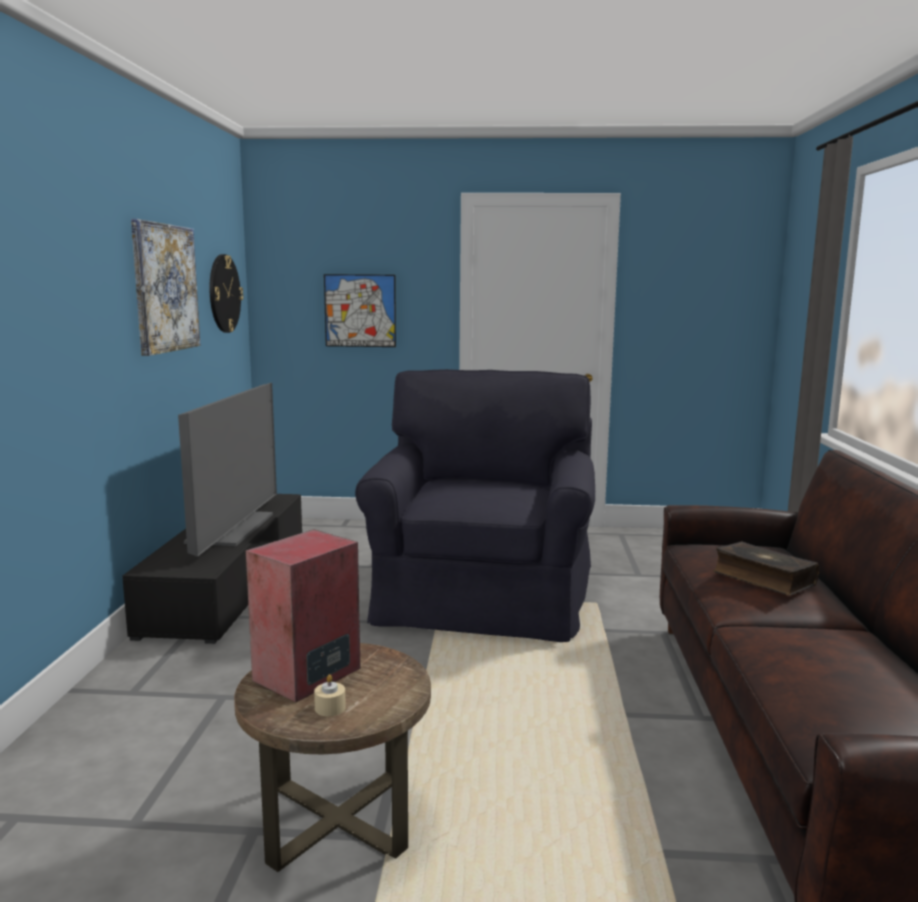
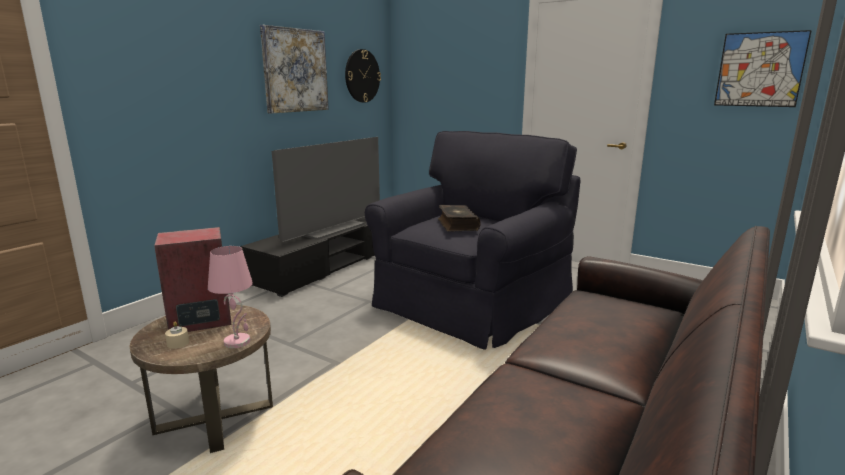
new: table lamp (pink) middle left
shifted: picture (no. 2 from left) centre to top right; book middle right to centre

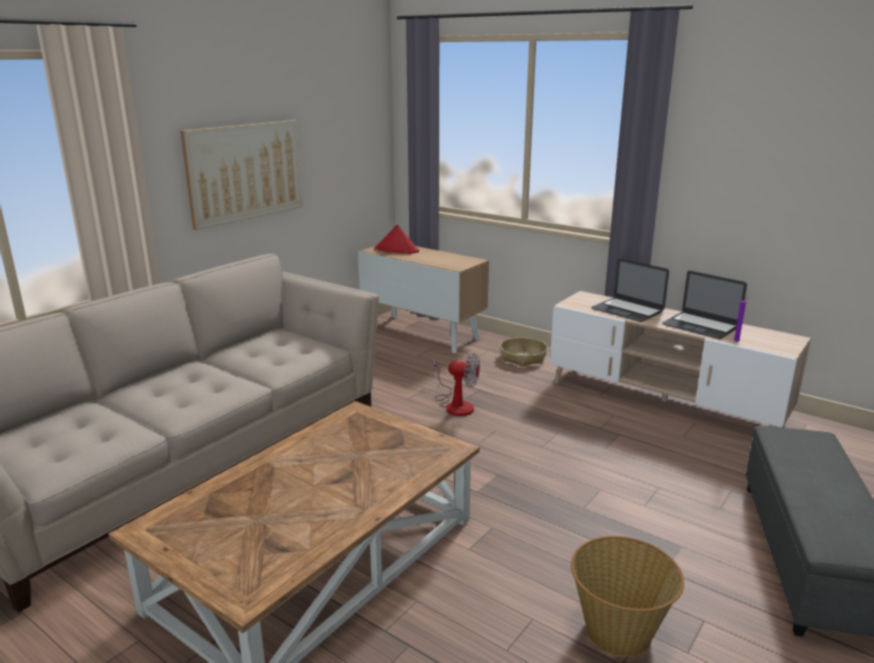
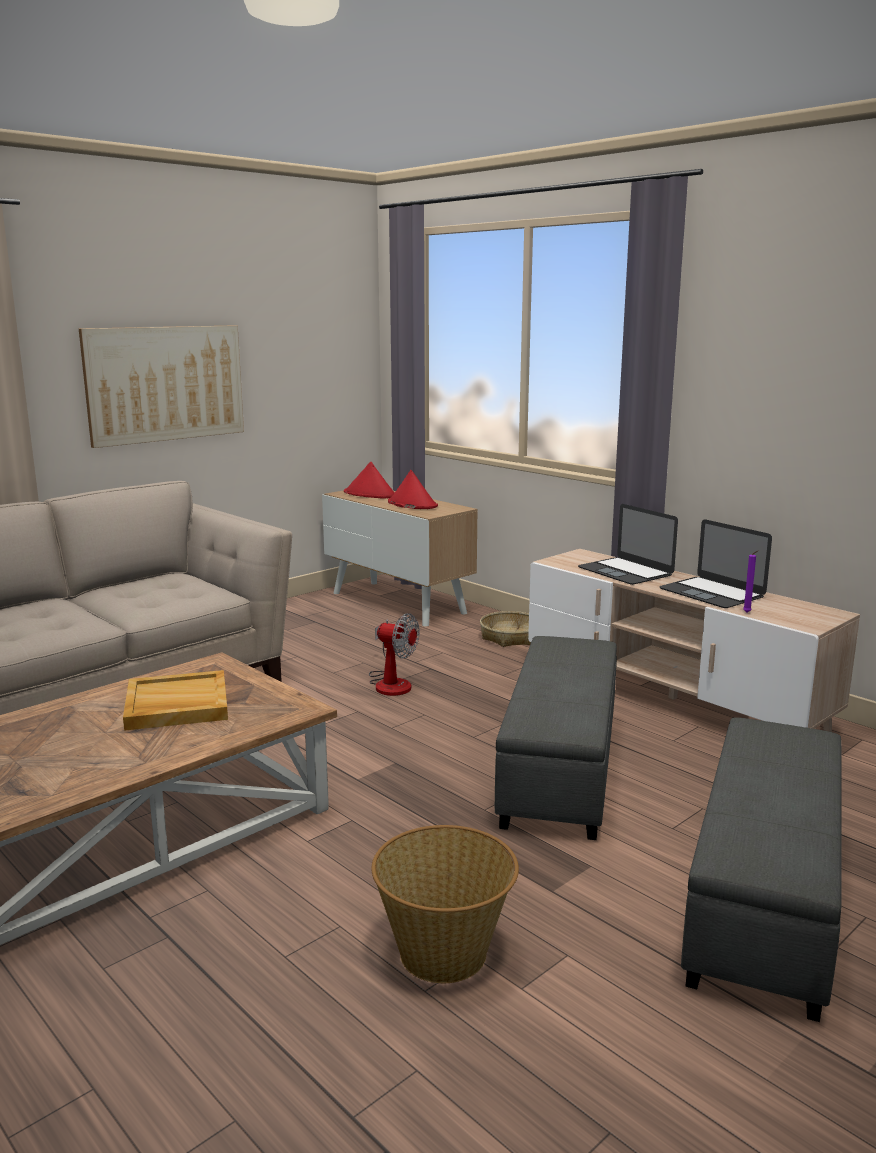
new: tray (beige) middle left; hat (red) (no. 2 from left) centre; ottoman (grey) (no. 1 from left) centre

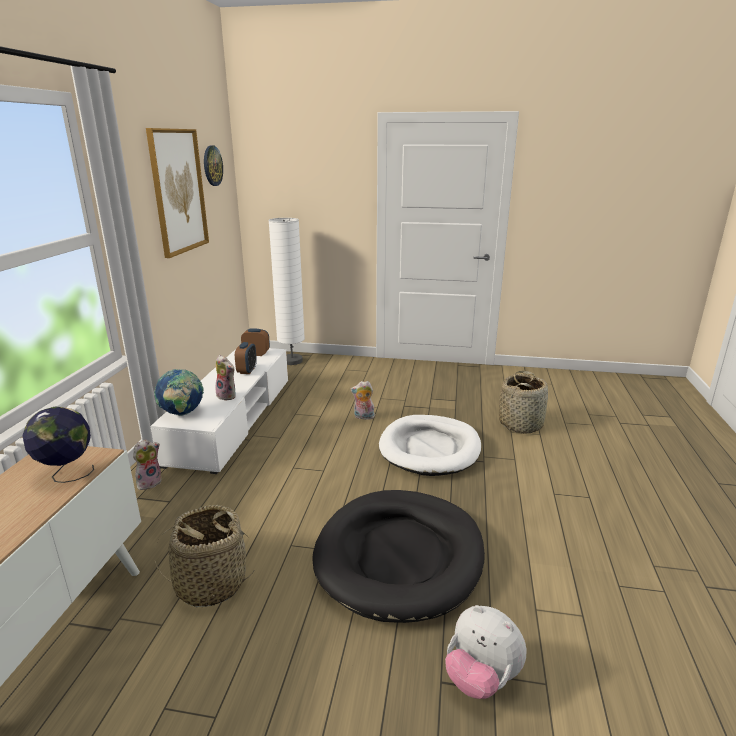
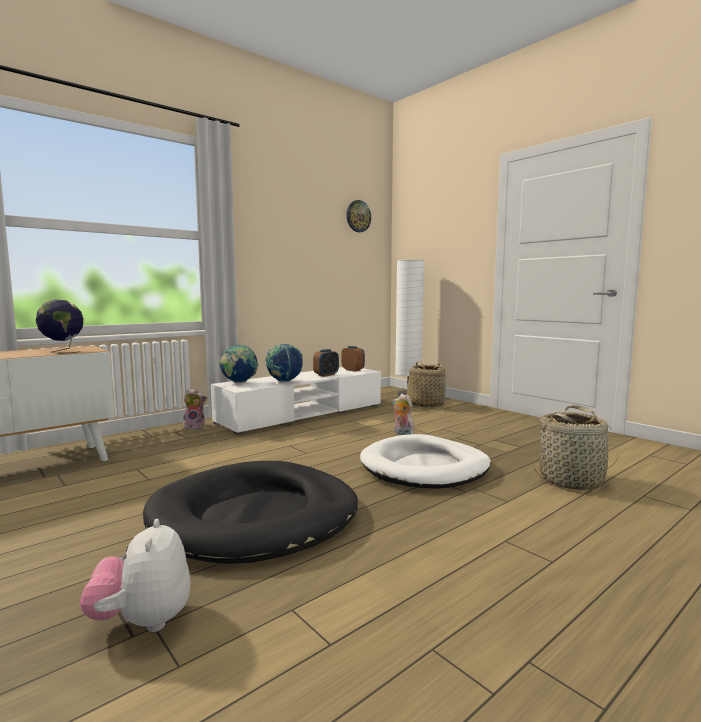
gone: picture top left
shifted: basket (no. 1 from left) bottom left to centre
swapped: plush toy (no. 2 from left) middle left to globe (no. 3 from left) centre

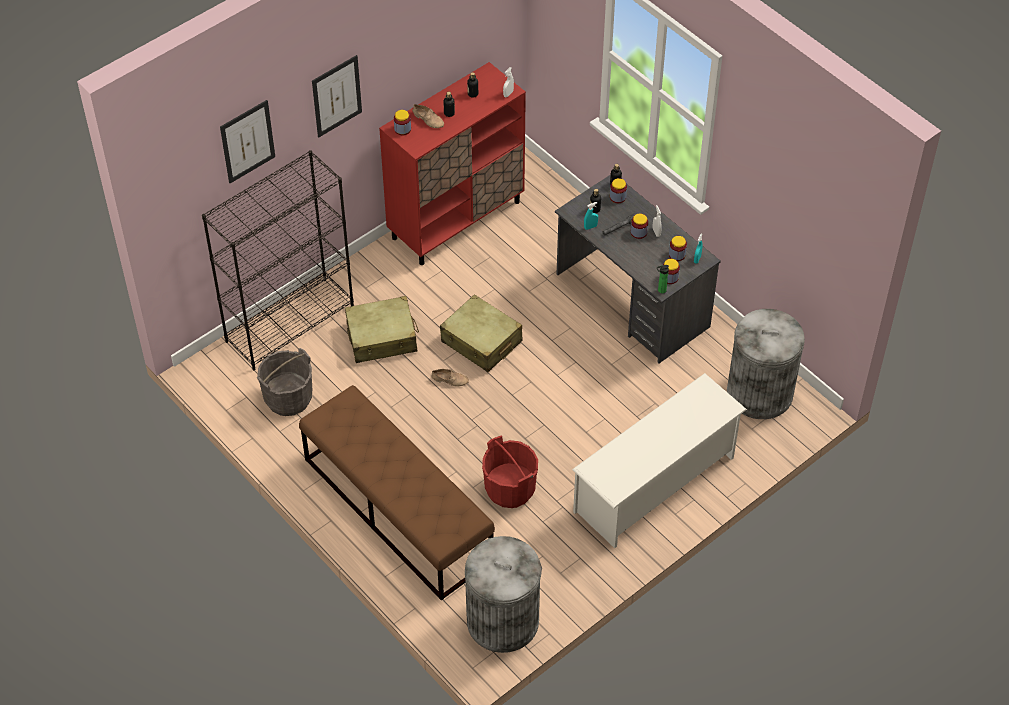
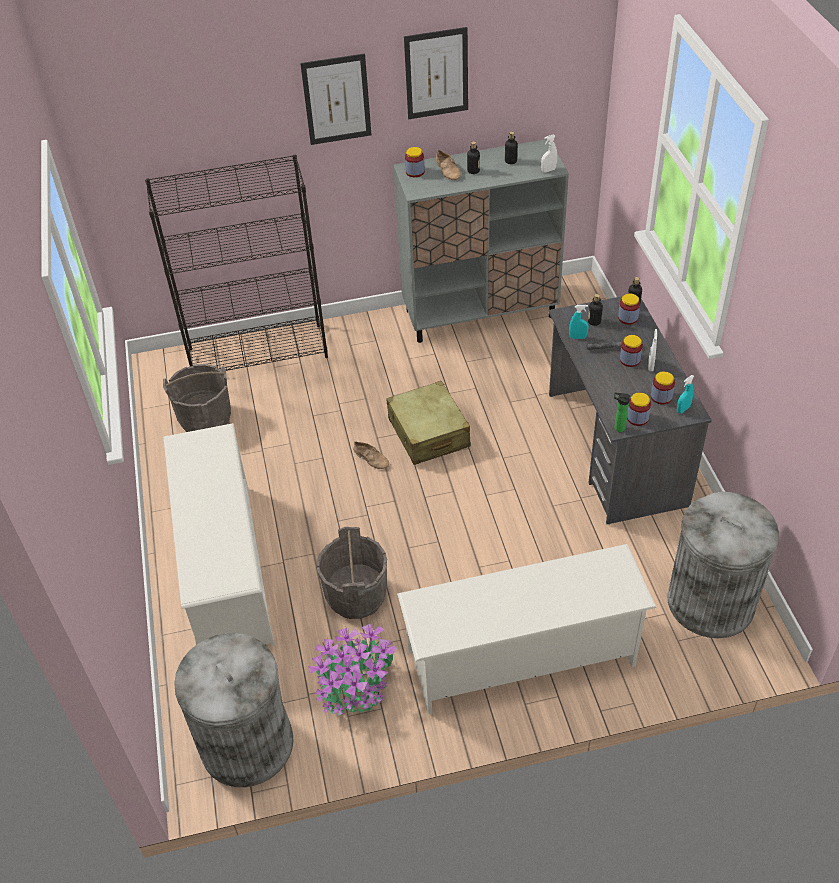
gone: suitcase (beige) (no. 1 from left) centre
new: potted plant bottom centre
shifted: picture (no. 1 from left in the first image) top left to picture (no. 2 from left) top centre
swapped: bench (brown) bottom centre to shoe rack (white) (no. 1 from left) middle left
repainted: cabinet (red) top centre to cabinet (grey) top centre; bucket (red) bottom centre to bucket (grey) (no. 2 from left) centre

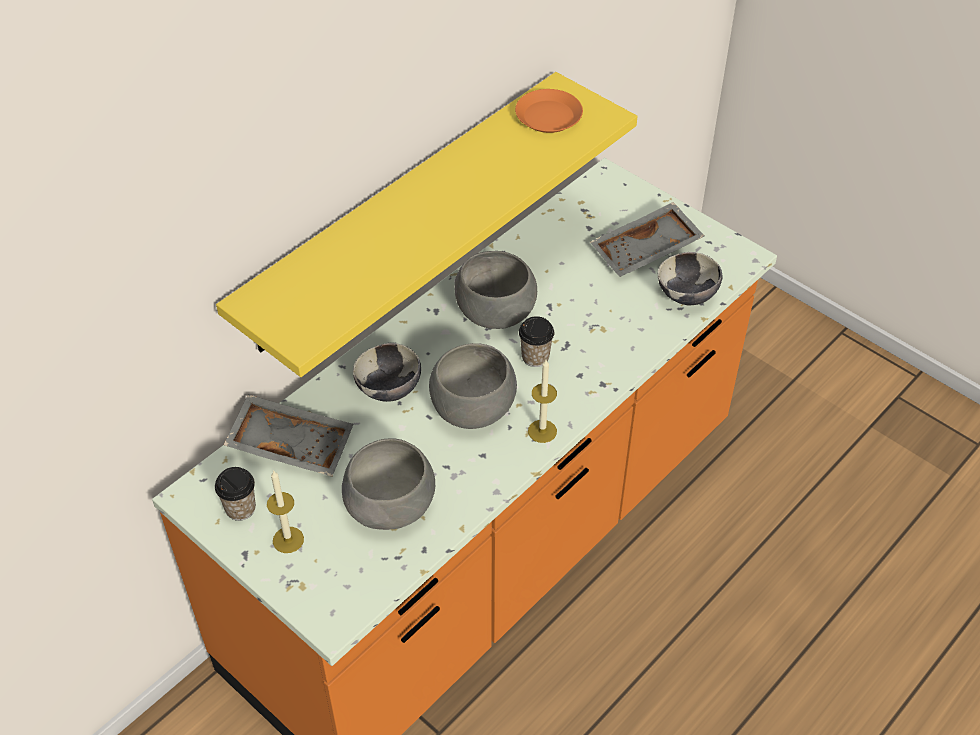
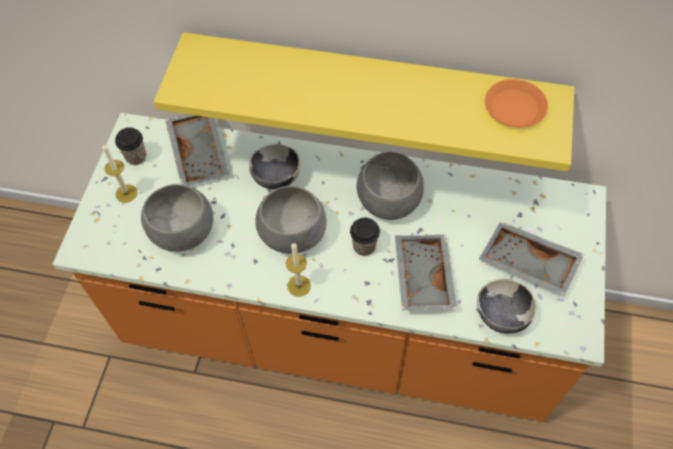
new: tray (grey) (no. 2 from left) centre

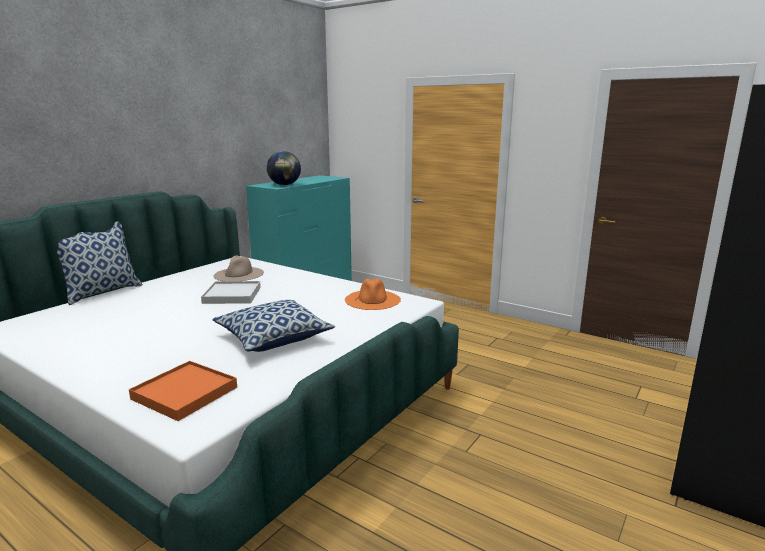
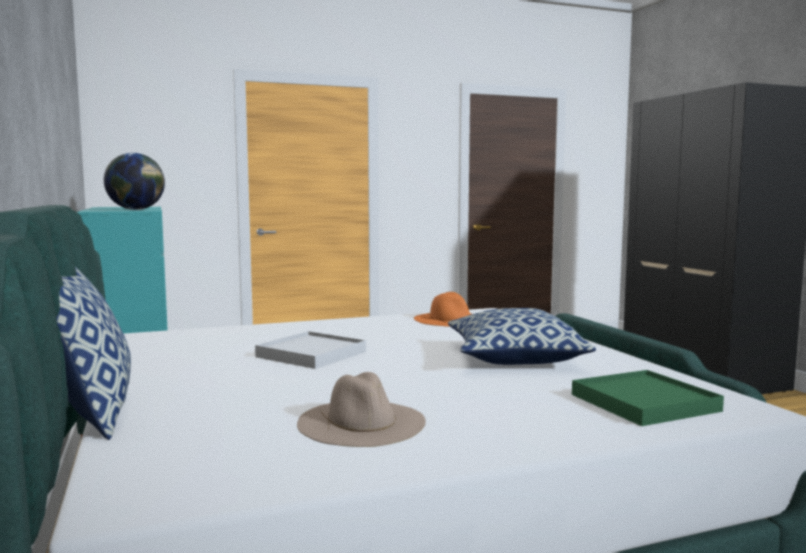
shifted: hat (beige) middle left to bottom centre
repainted: tray (orange) bottom left to tray (green) bottom right

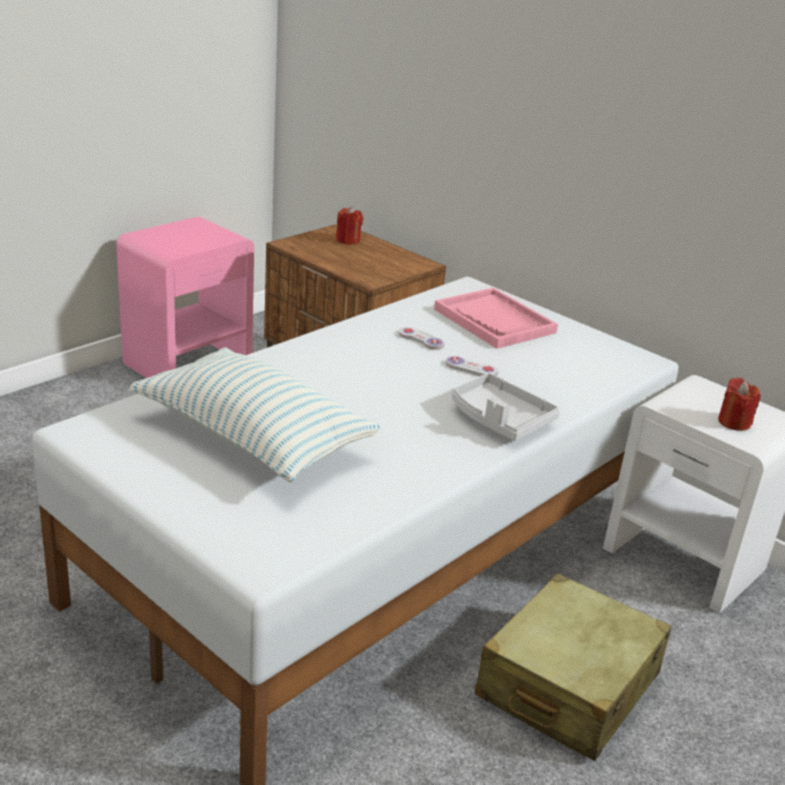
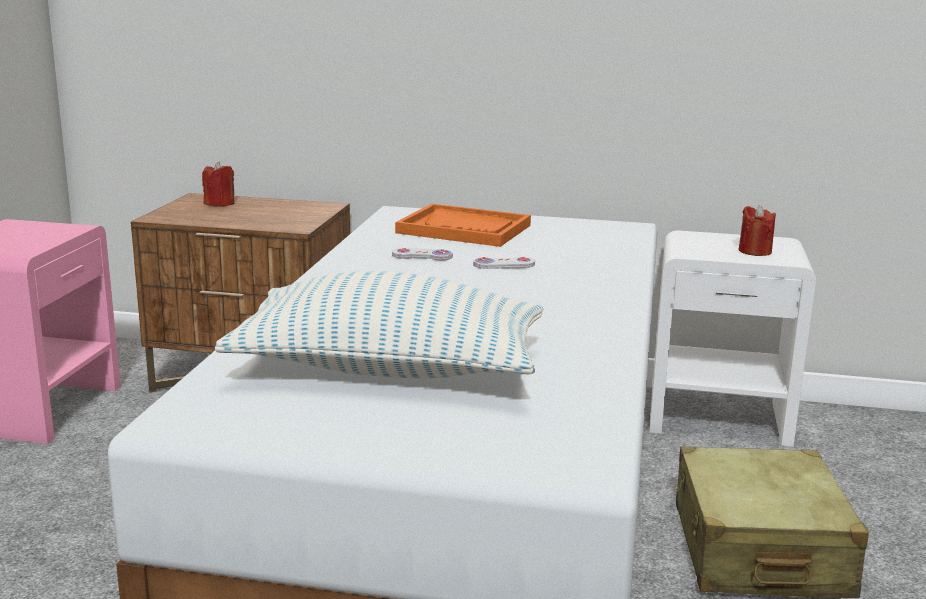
gone: tray (grey) centre
repainted: tray (pink) centre to tray (orange) centre

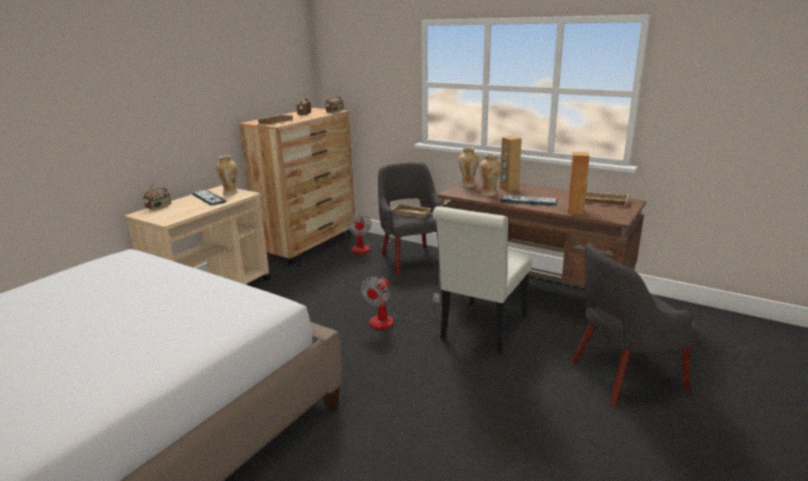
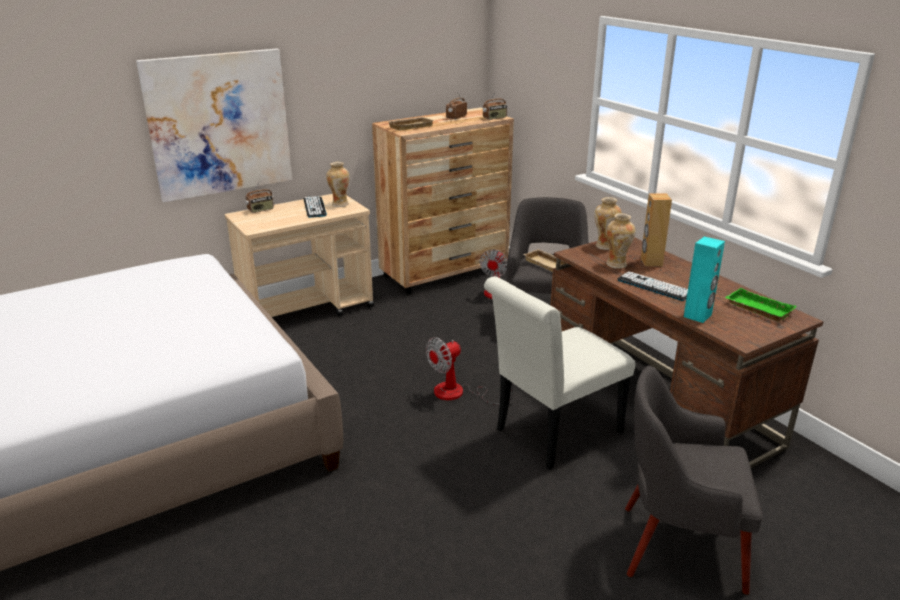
new: picture top left
repainted: speaker (brown) (no. 2 from left) middle right to speaker (turquoise) middle right; tray (beige) (no. 3 from left) middle right to tray (green) middle right

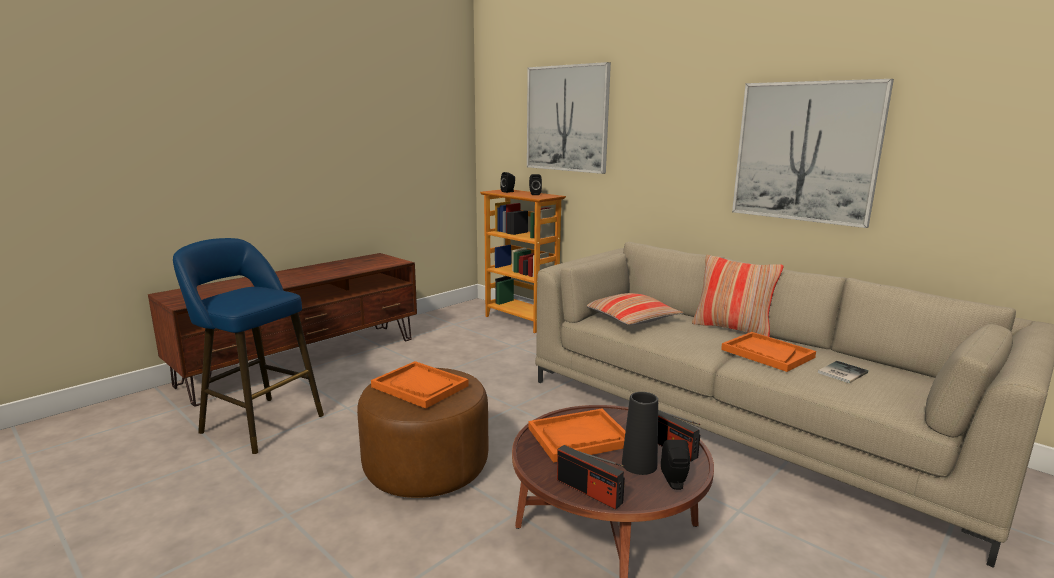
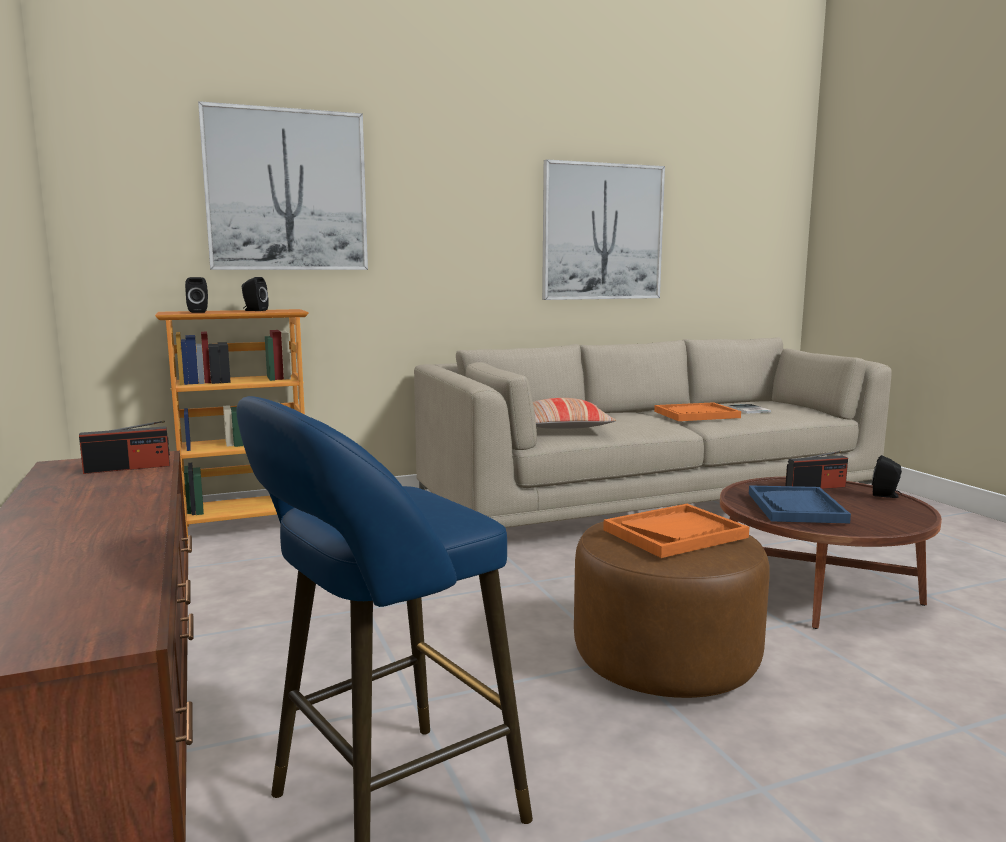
gone: vase (black) bottom centre; pillow (no. 2 from left) middle right
shifted: radio (no. 1 from left) bottom centre to middle left
repainted: tray (orange) (no. 2 from left) bottom centre to tray (blue) middle right

